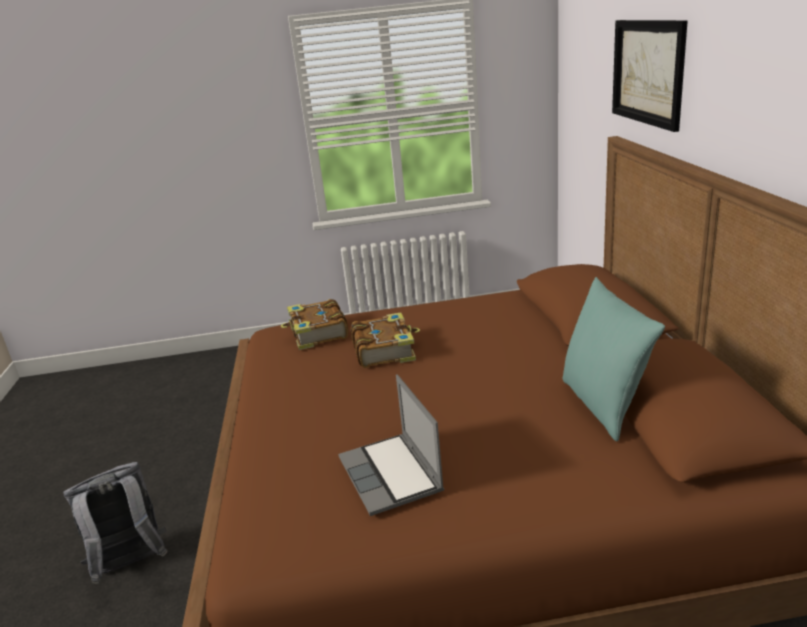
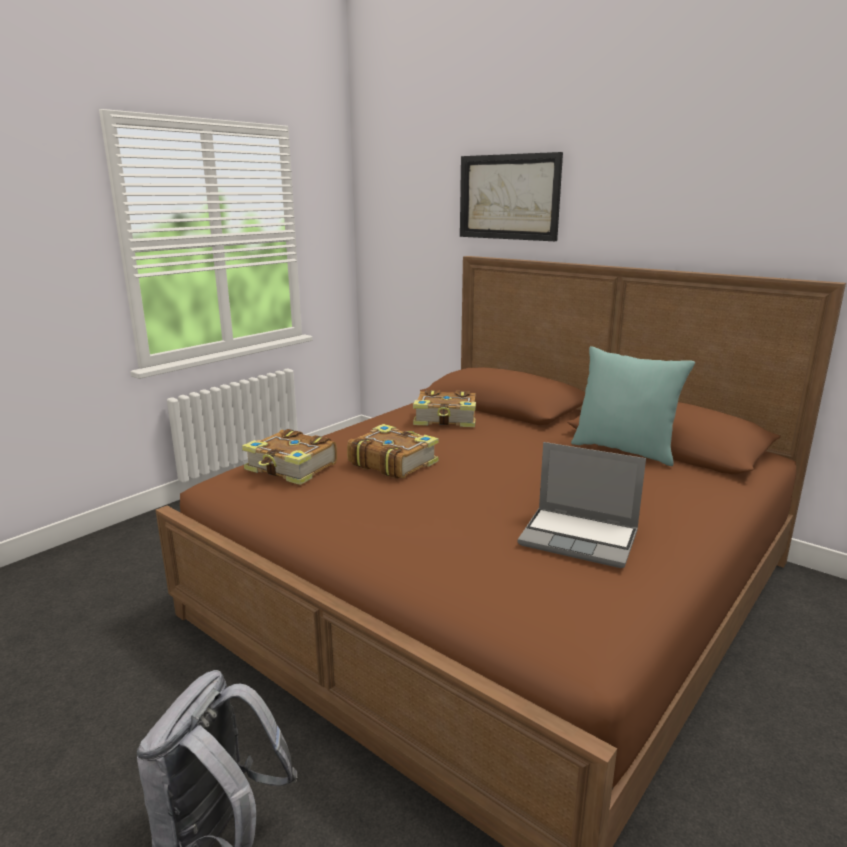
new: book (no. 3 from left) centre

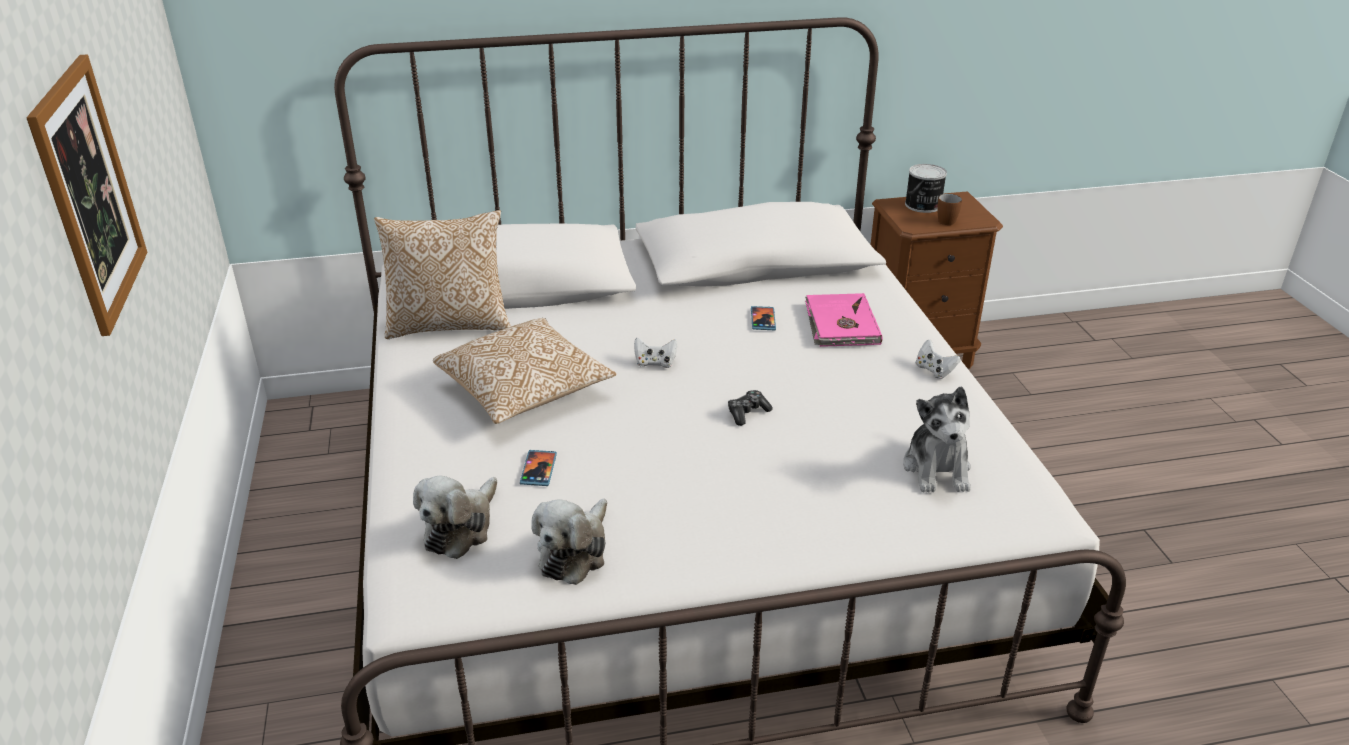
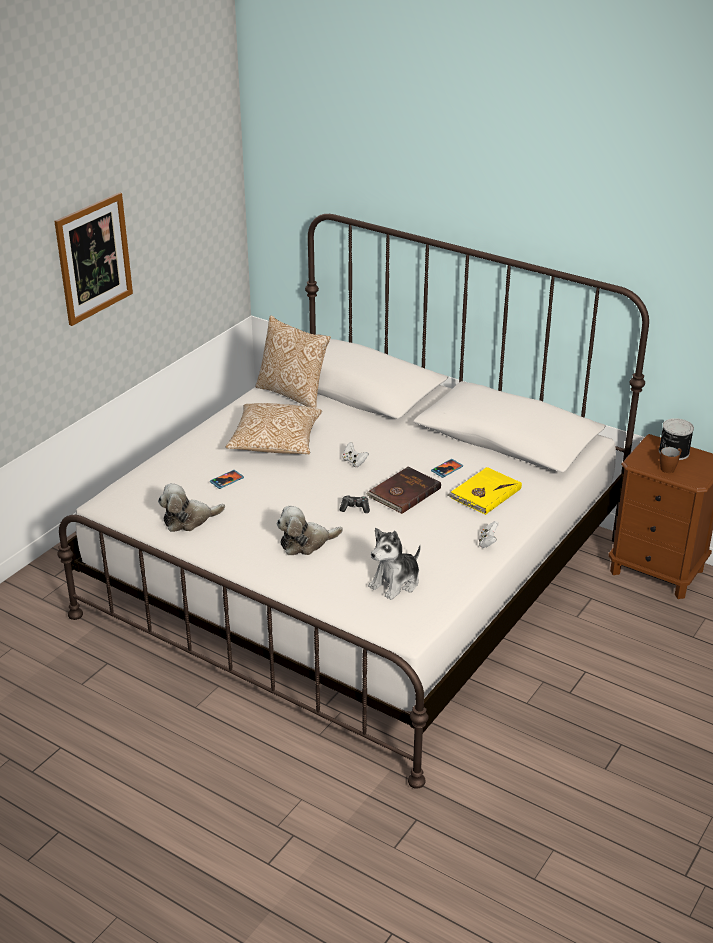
new: book (brown) centre
shifted: plush toy (no. 1 from left in the first image) bottom centre to plush toy (no. 2 from left) centre
repainted: book (pink) centre to book (yellow) middle right

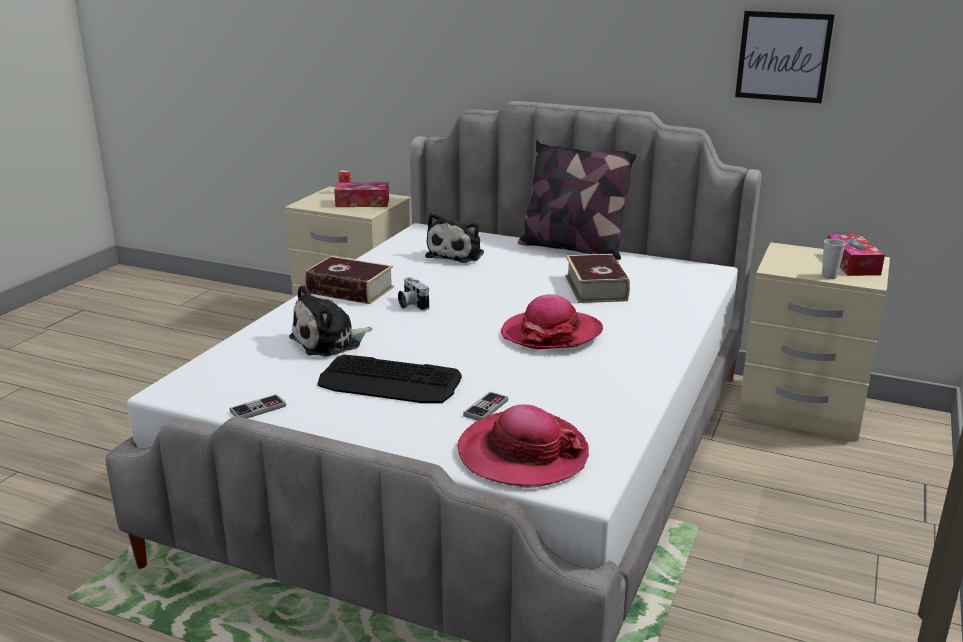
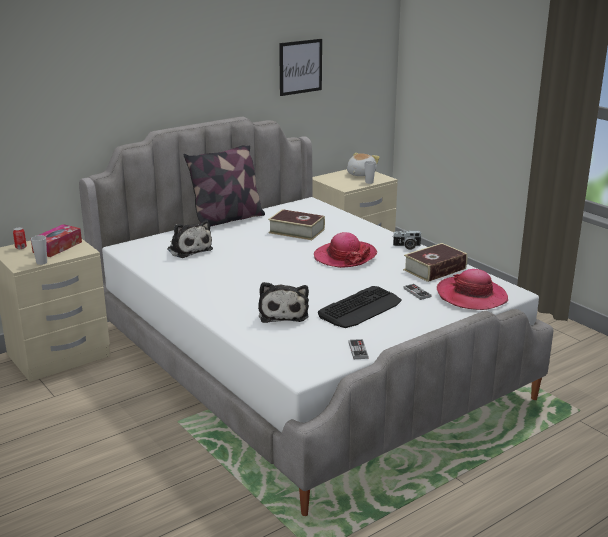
new: cup (no. 1 from left) middle left
shifted: book (no. 1 from left in the first image) centre to book (no. 2 from left) middle right; photo camera centre to middle right
swapped: tissue box (no. 2 from left) middle right to plush toy (no. 3 from left) top centre

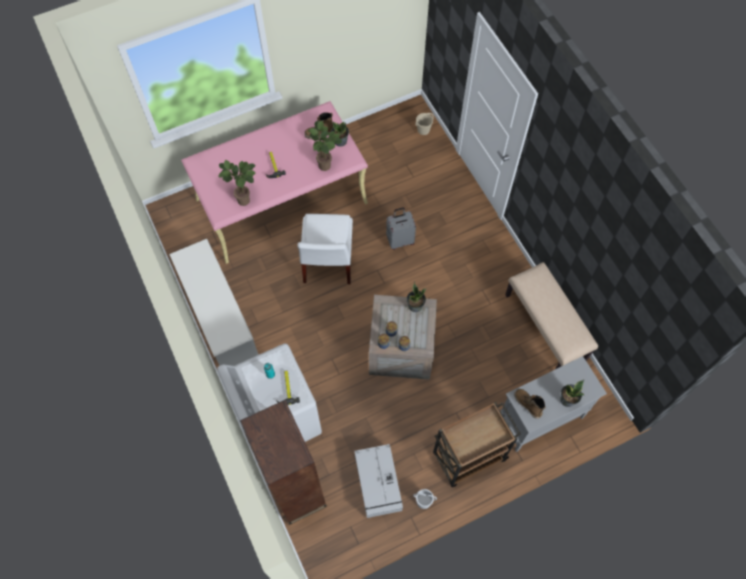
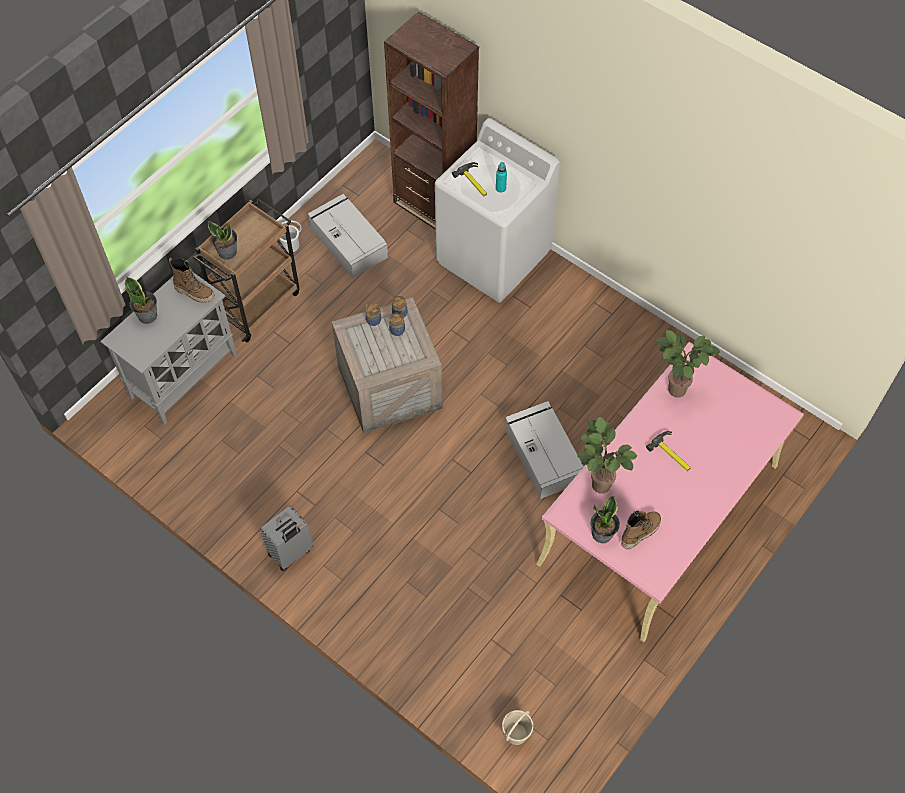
gone: shoe rack (white) middle left; bench (beige) middle right
shifted: suitcase (grey) centre to bottom left; potted plant (no. 4 from left in the first image) centre to potted plant (no. 2 from left) top left
swapped: chair (white) centre to storage box (grey) (no. 2 from left) centre

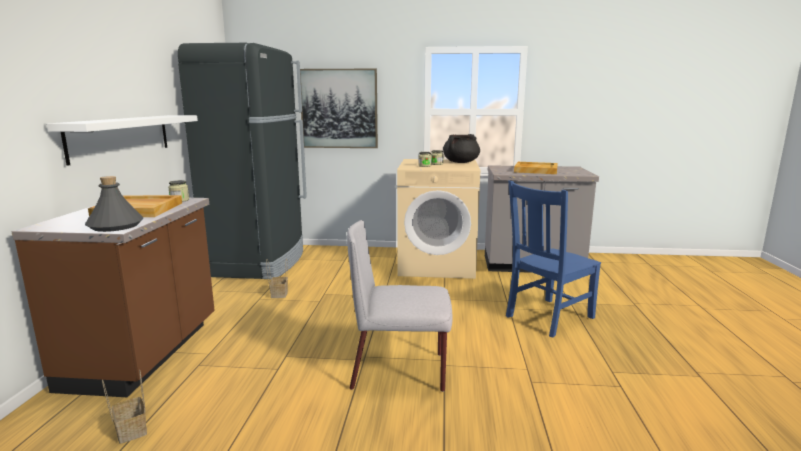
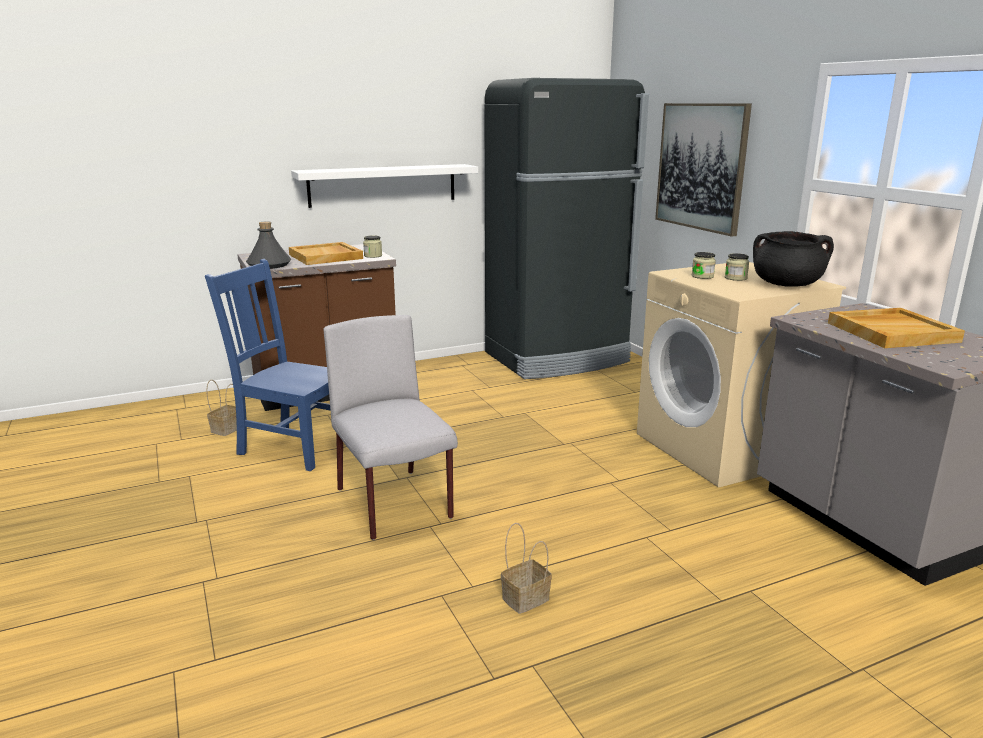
shifted: basket (no. 2 from left) centre to bottom centre; chair (blue) middle right to middle left

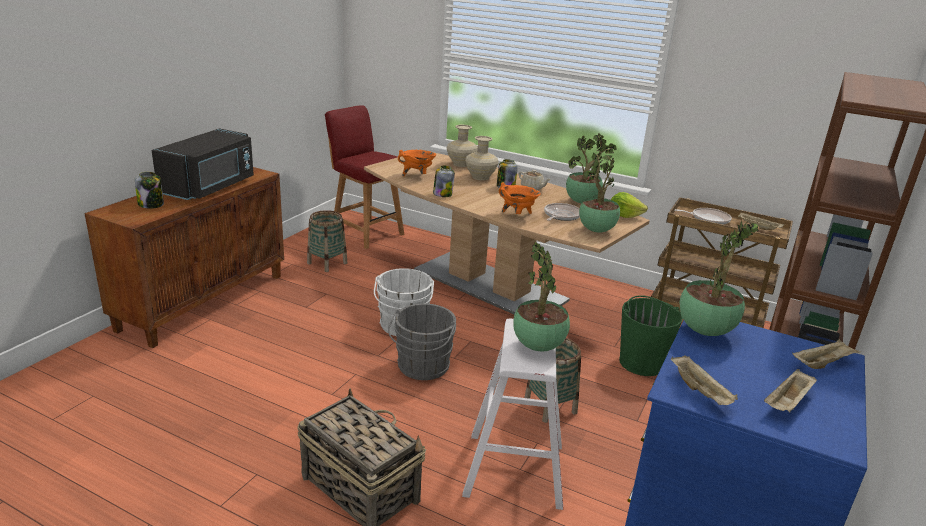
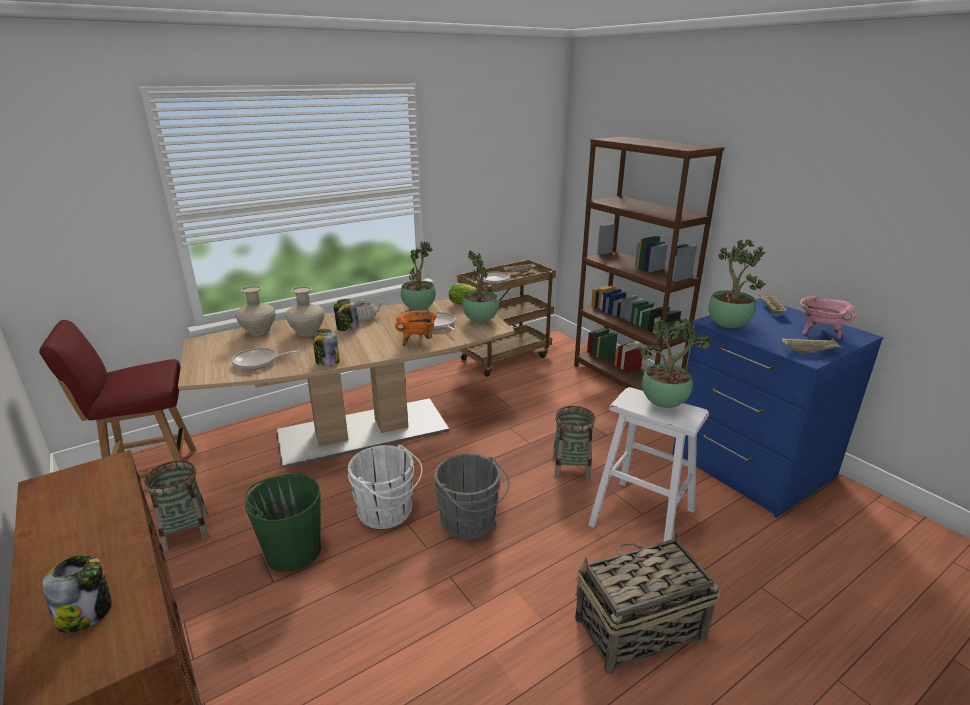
gone: microwave (black) top left
shifted: bucket (green) middle right to bottom left
swapped: cooking pot (orange) (no. 1 from left) top centre to frying pan (no. 1 from left) middle left; tray (beige) (no. 3 from left) bottom right to cooking pot (pink) middle right

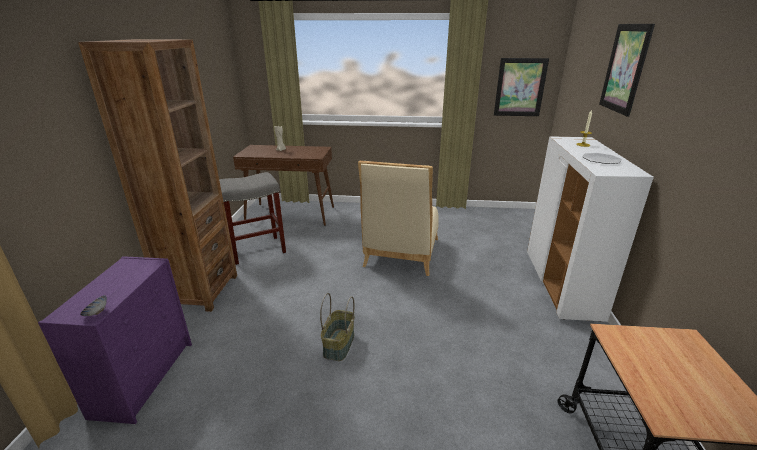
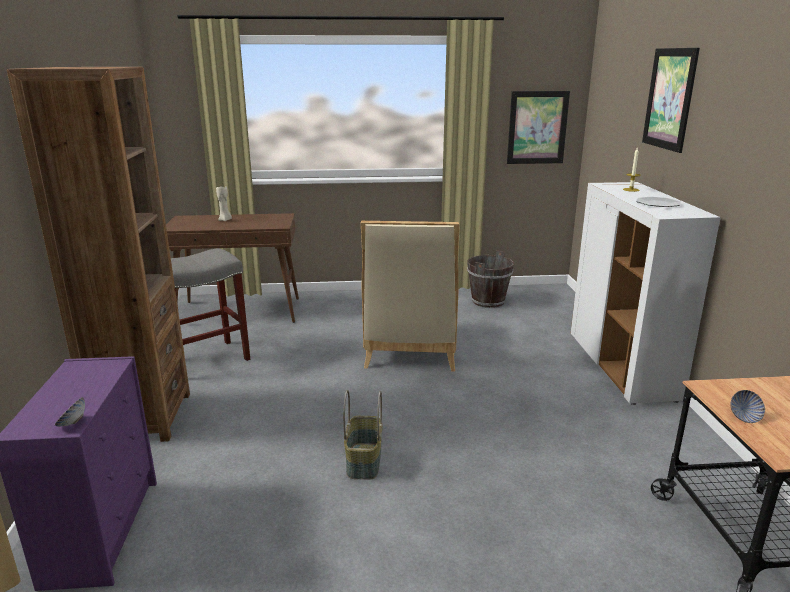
new: bucket (brown) centre; bowl (no. 2 from left) bottom right

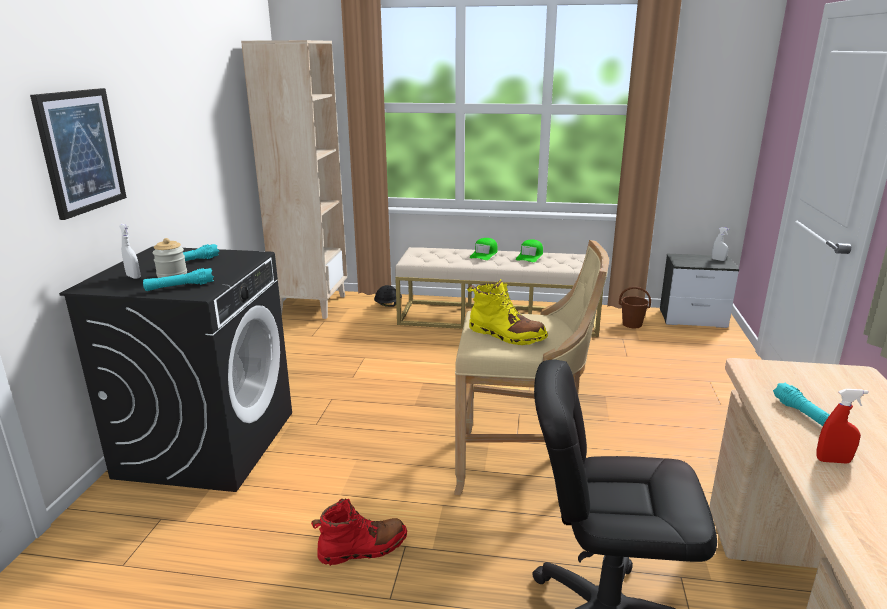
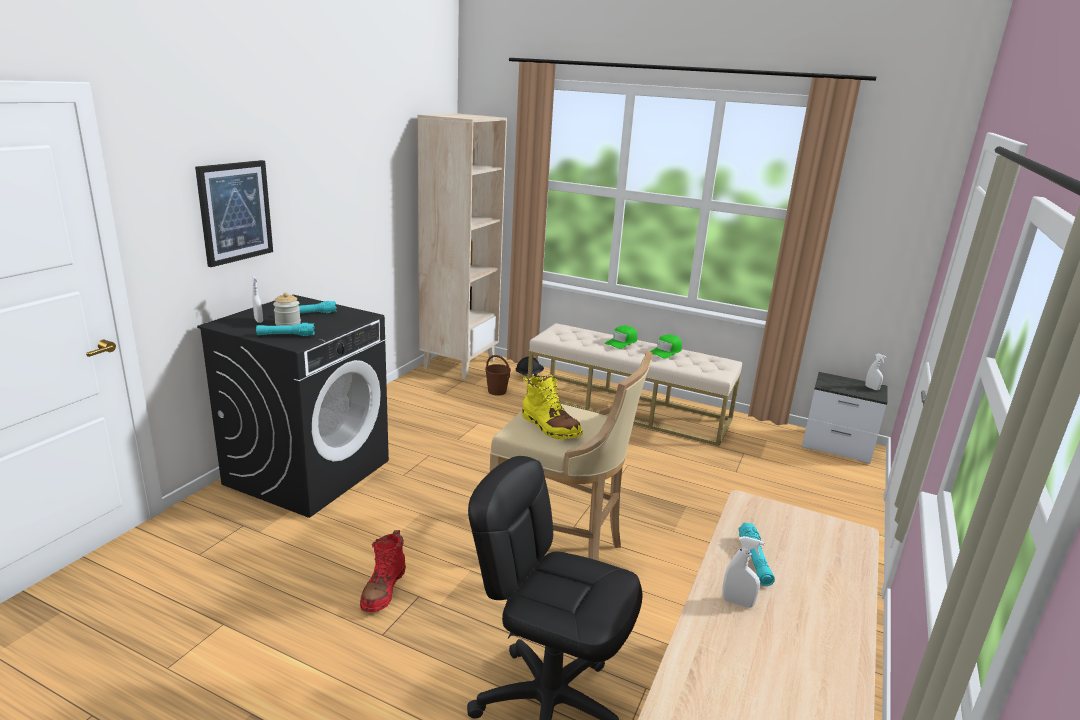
shifted: bucket (brown) middle right to centre
repainted: spray bottle (red) bottom right to spray bottle (white) (no. 2 from left) bottom right
rotated: boot (red) bottom centre = bottom centre 105 degrees clockwise

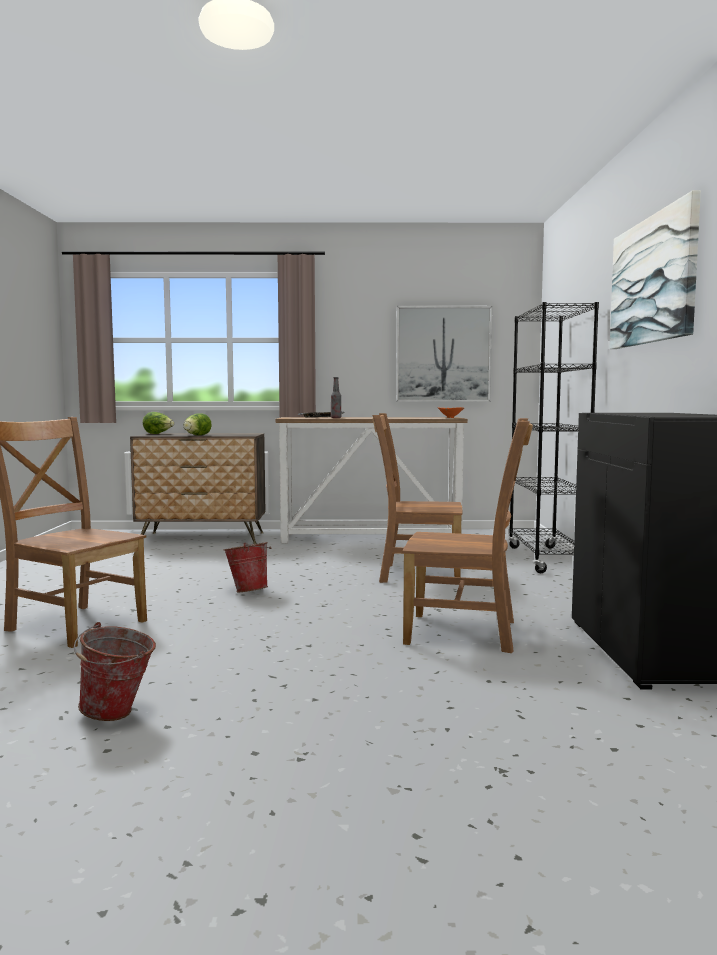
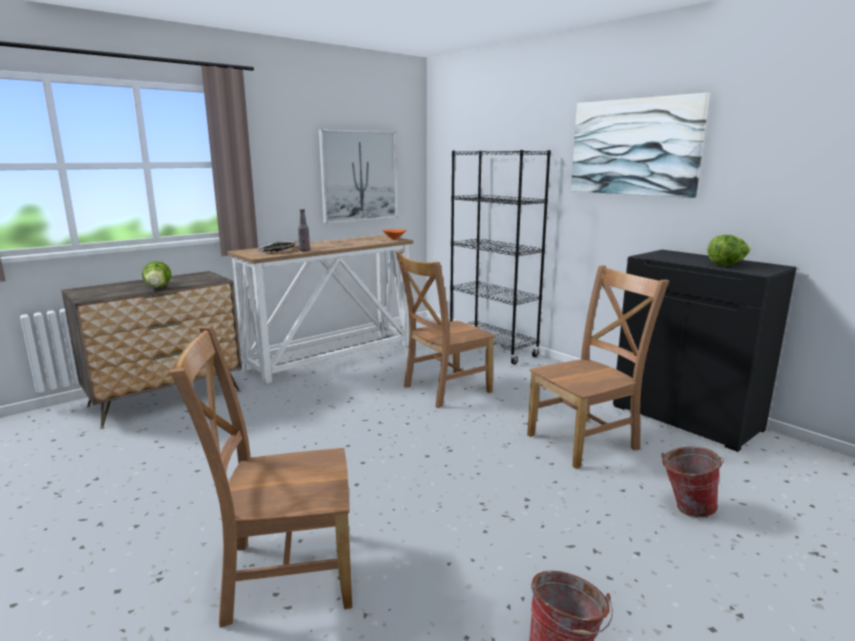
shifted: lettuce (no. 1 from left in the first image) middle left to lettuce (no. 2 from left) middle right; bucket (no. 2 from left) centre to bottom right

